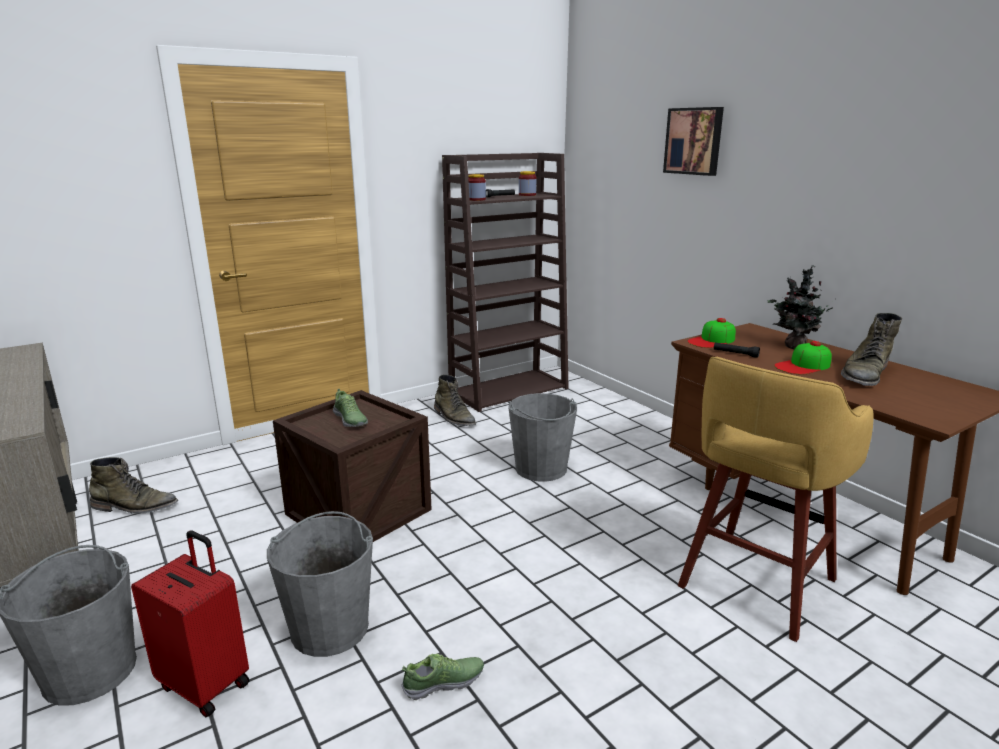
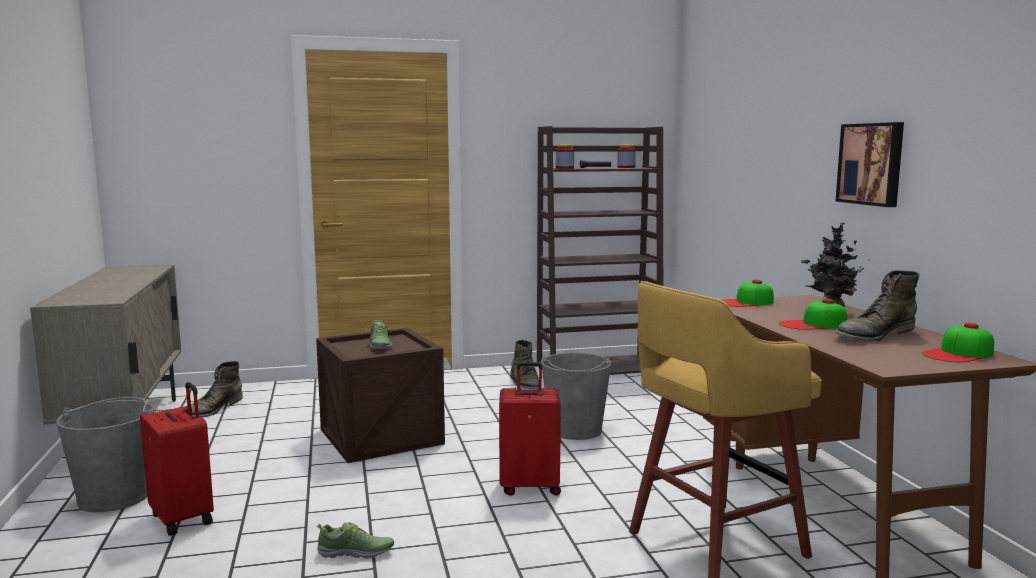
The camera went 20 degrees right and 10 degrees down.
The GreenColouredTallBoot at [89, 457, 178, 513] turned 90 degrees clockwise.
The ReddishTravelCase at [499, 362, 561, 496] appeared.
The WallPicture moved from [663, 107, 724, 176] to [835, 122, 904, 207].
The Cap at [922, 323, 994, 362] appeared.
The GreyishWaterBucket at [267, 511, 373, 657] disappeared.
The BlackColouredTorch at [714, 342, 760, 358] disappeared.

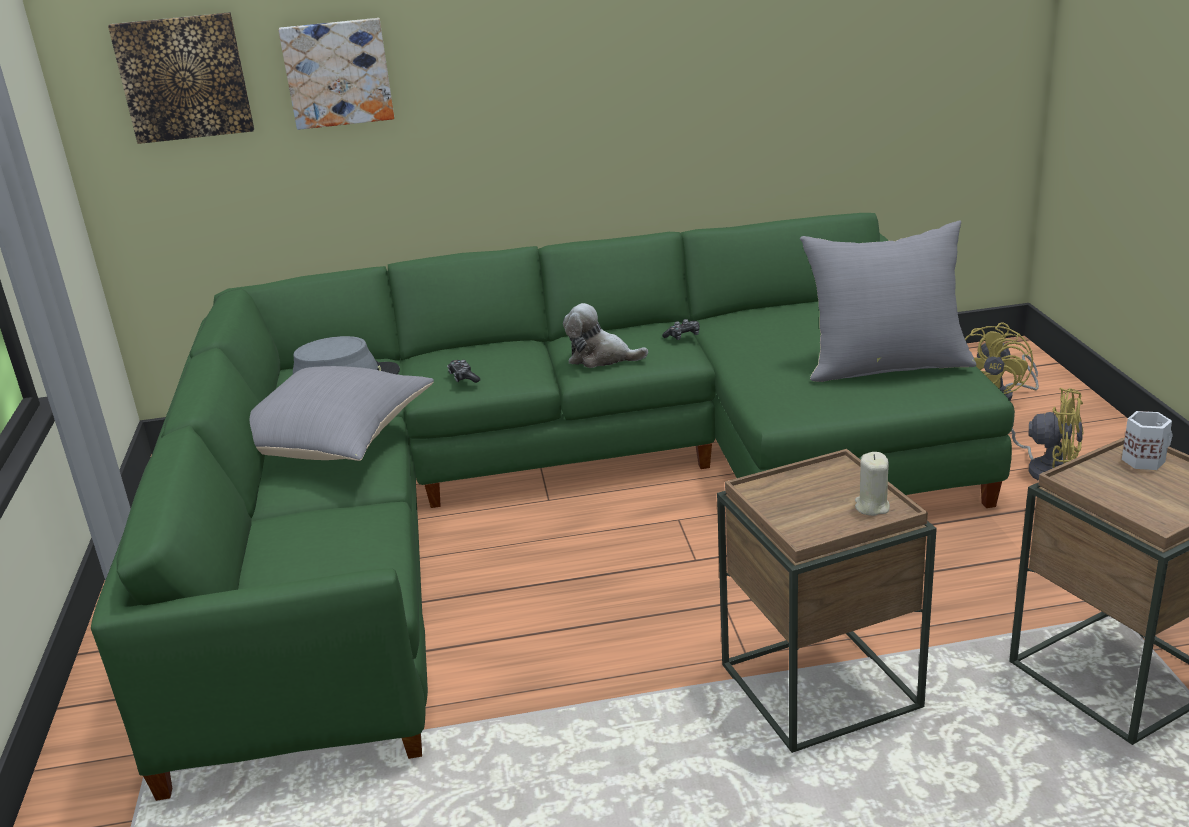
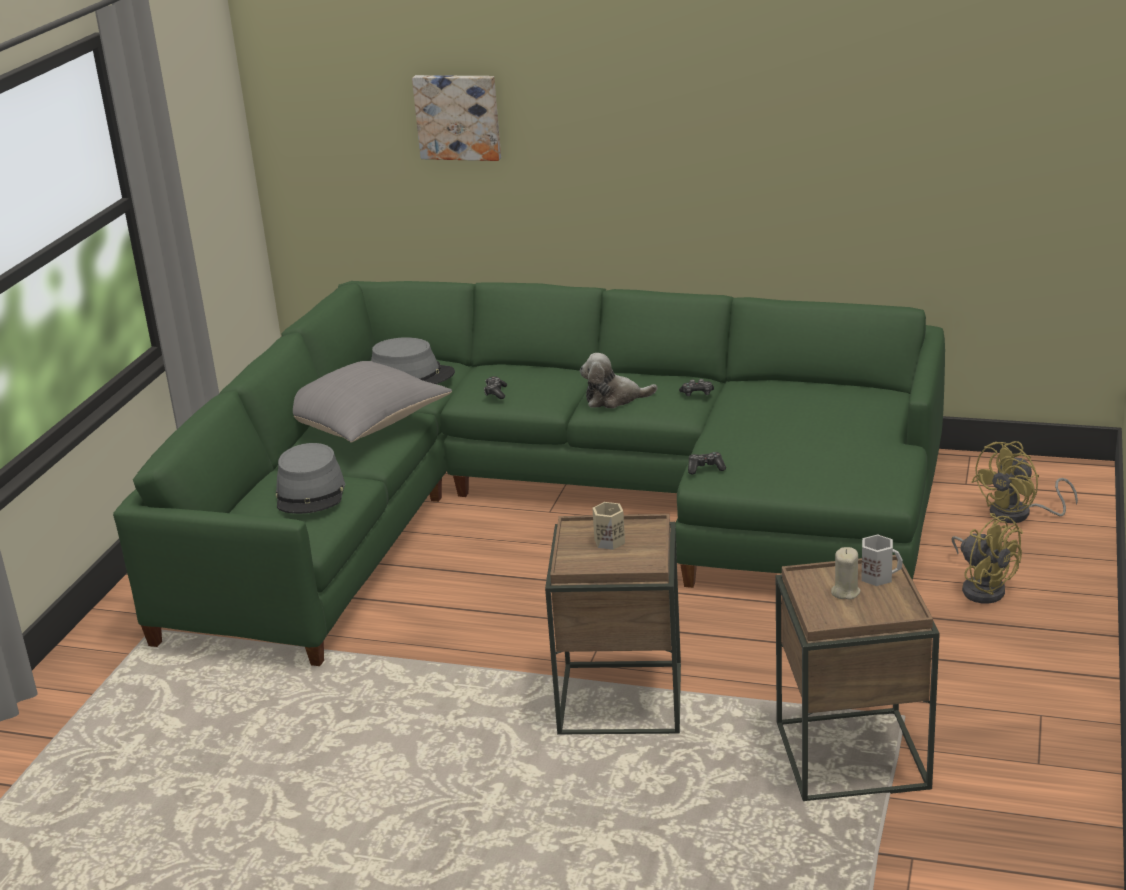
The camera went 25 degrees right and 0 degrees up.
The GreyishWearableHat at [276, 443, 345, 514] appeared.
The SoftToy at [563, 303, 648, 368] turned 45 degrees counterclockwise.
The BeigeTeaMug at [592, 502, 625, 550] appeared.
The Gamepad at [688, 452, 726, 475] appeared.
The BeigeWaxCandle moved from [855, 452, 890, 516] to [831, 547, 861, 600].
The WallPicture at [108, 12, 254, 144] disappeared.
The GreyishThrowPillow at [800, 220, 977, 382] disappeared.

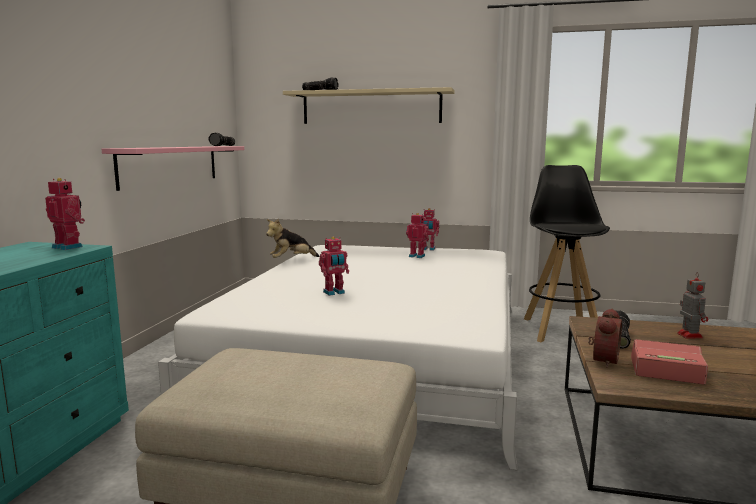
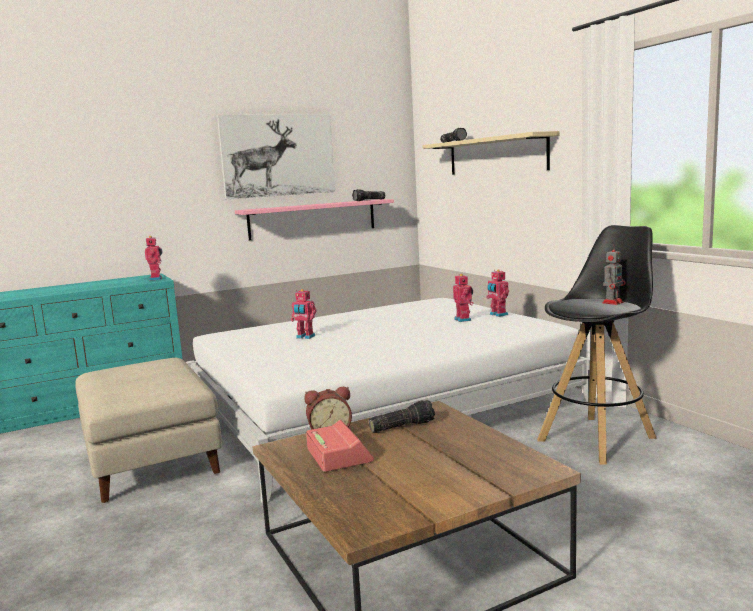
The camera went 50 degrees right and 0 degrees up.
The WallPicture at [217, 114, 335, 199] appeared.
The ToyRobot moved from [677, 272, 708, 339] to [602, 245, 625, 305].
The SoftToy at [266, 219, 319, 258] disappeared.

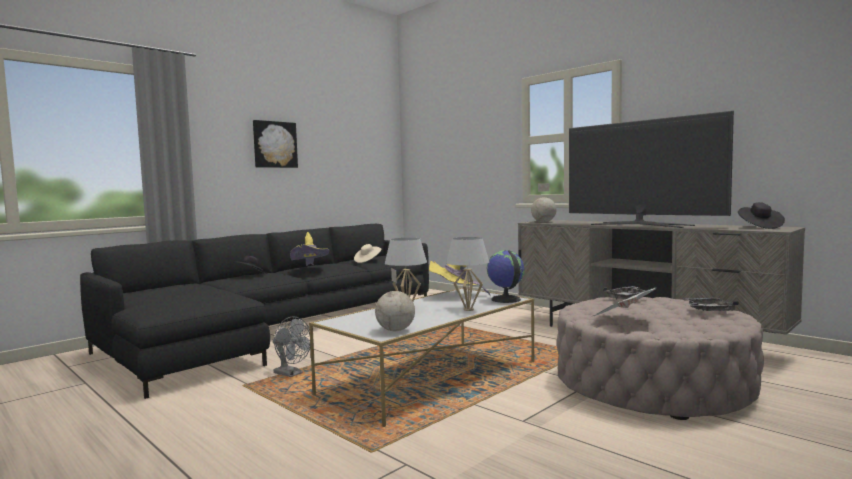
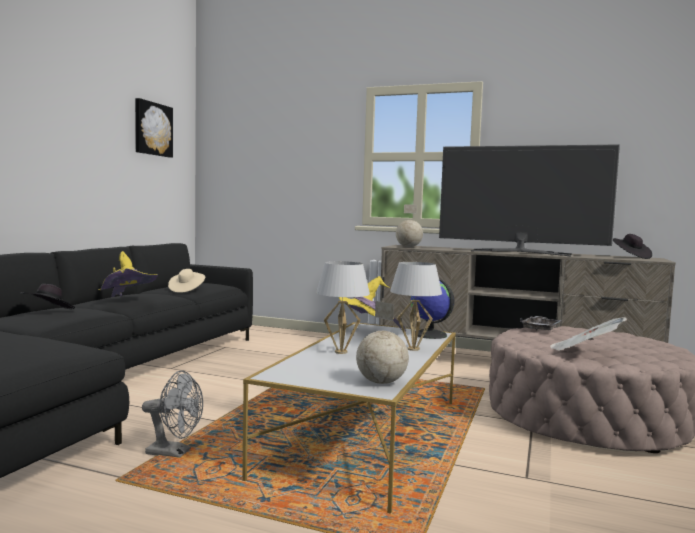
The camera went 25 degrees left and 0 degrees up.
The WallPicture moved from [253, 120, 298, 168] to [135, 98, 173, 158].
The GreyishCarryingTray at [684, 298, 739, 311] disappeared.

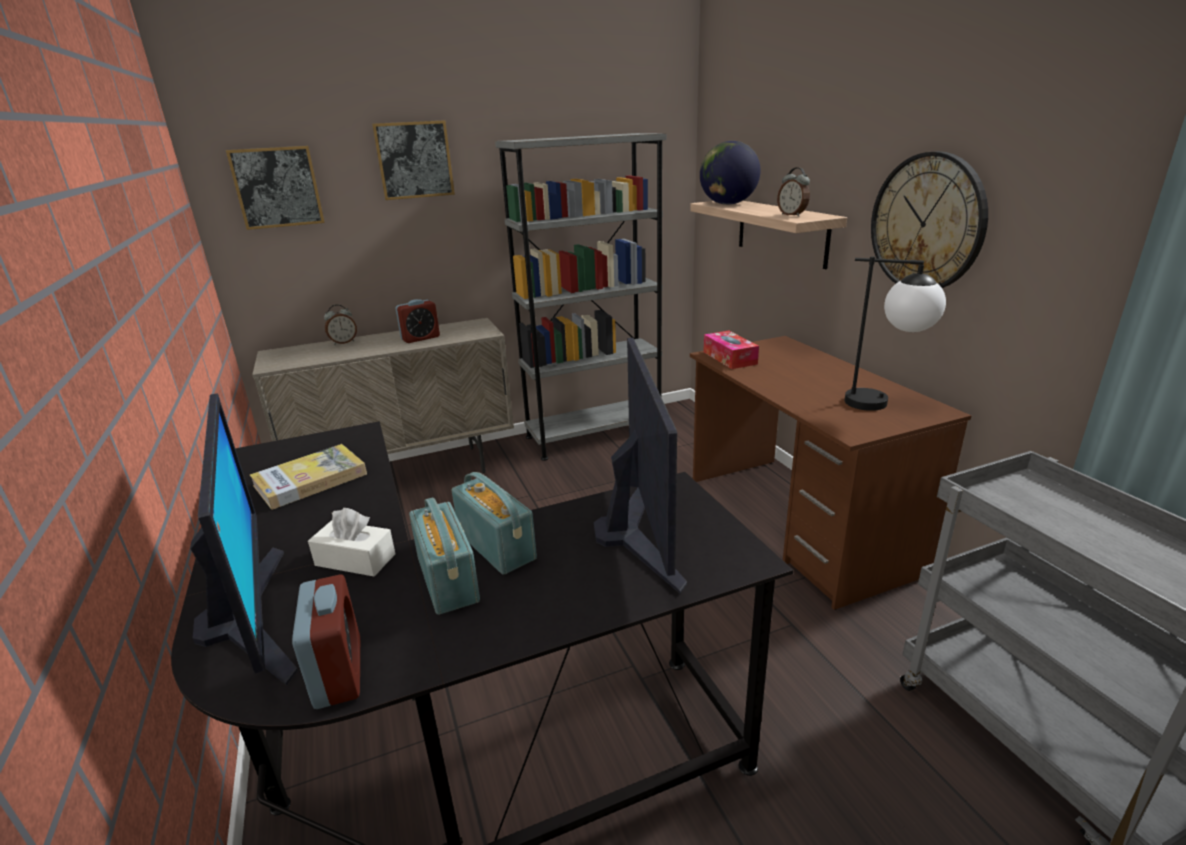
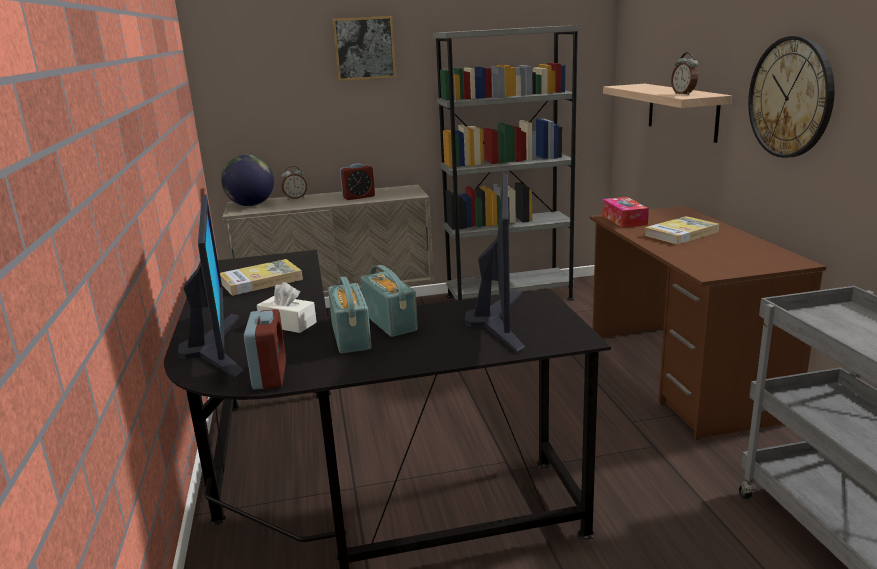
The camera went 10 degrees right and 5 degrees down.
The Globe moved from [700, 141, 761, 205] to [221, 155, 274, 206].
The Volume at [644, 216, 719, 245] appeared.
The WallPicture at [226, 146, 325, 230] disappeared.
The TableLamp at [844, 256, 946, 411] disappeared.

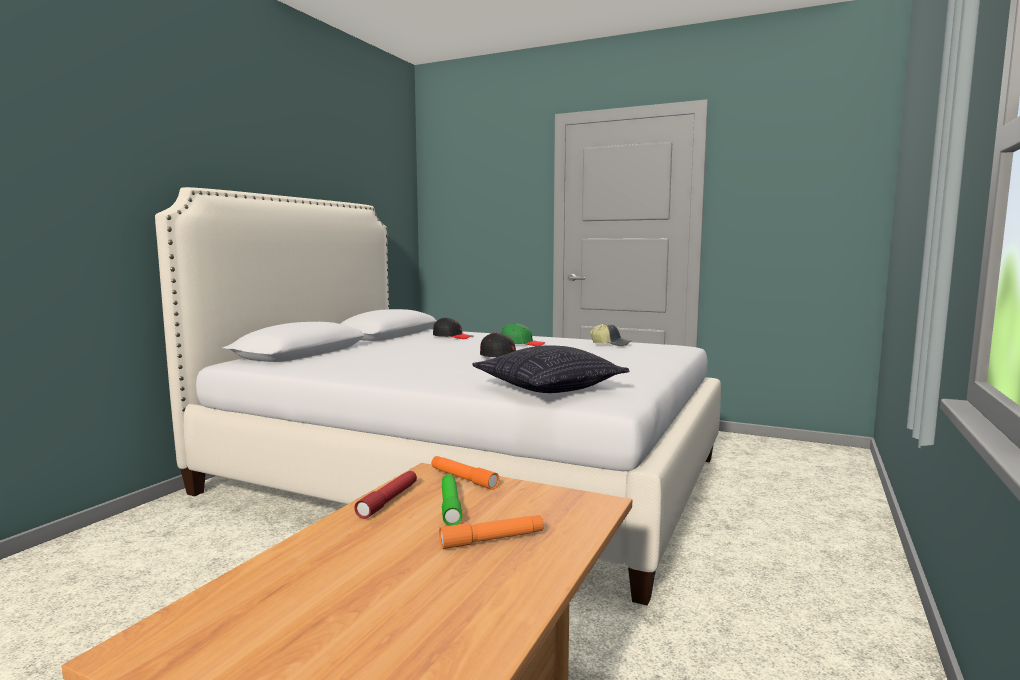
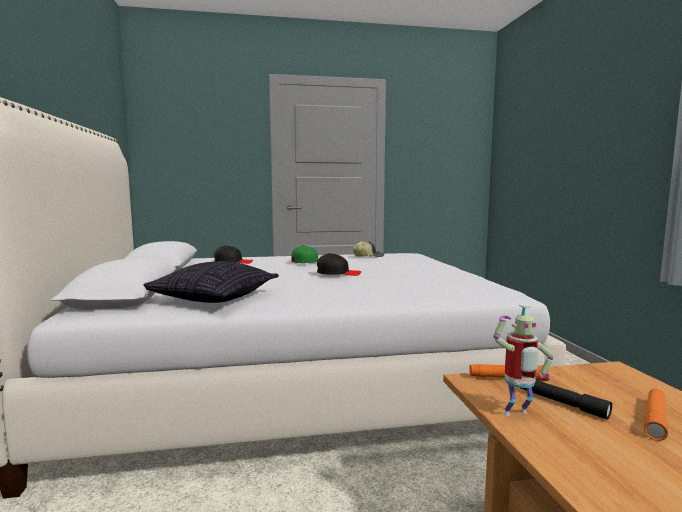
The camera went 35 degrees left and 0 degrees up.
The ThrowPillow moved from [472, 345, 629, 393] to [144, 261, 279, 303].
The ReddishTorch at [354, 471, 417, 519] was replaced by the ToyRobot at [493, 305, 554, 416].
The GreenColouredTorch at [442, 474, 462, 526] became the BlackColouredTorch at [521, 380, 612, 420].

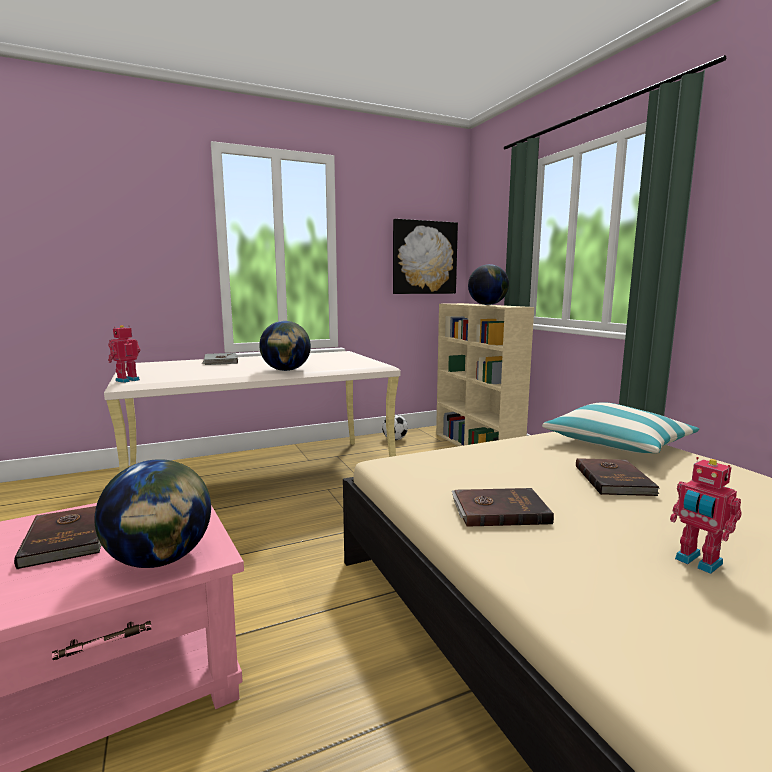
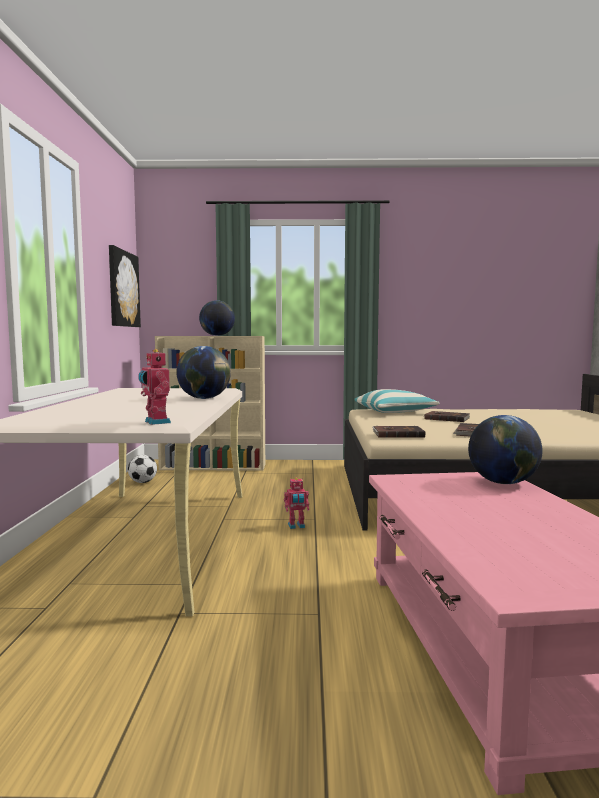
The camera went 65 degrees left and 5 degrees down.
The ToyRobot moved from [670, 457, 742, 574] to [284, 478, 309, 529].
The BrownColouredVolume moved from [14, 506, 101, 569] to [373, 426, 425, 438].
The GreyishVolume at [202, 353, 238, 365] disappeared.

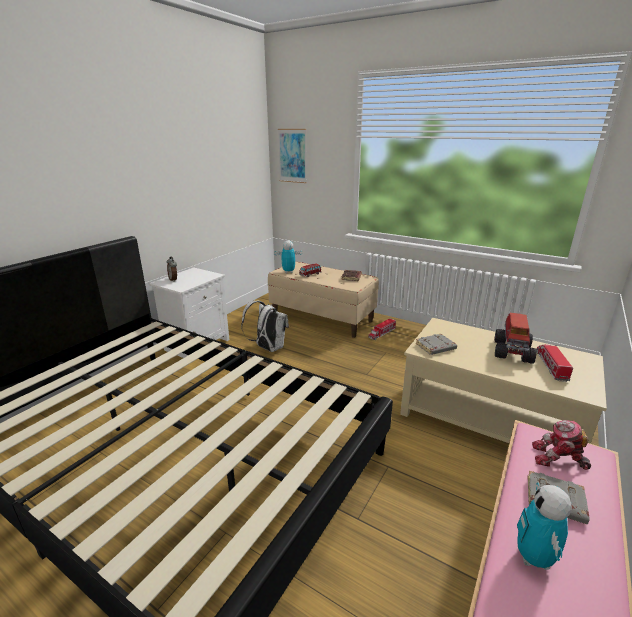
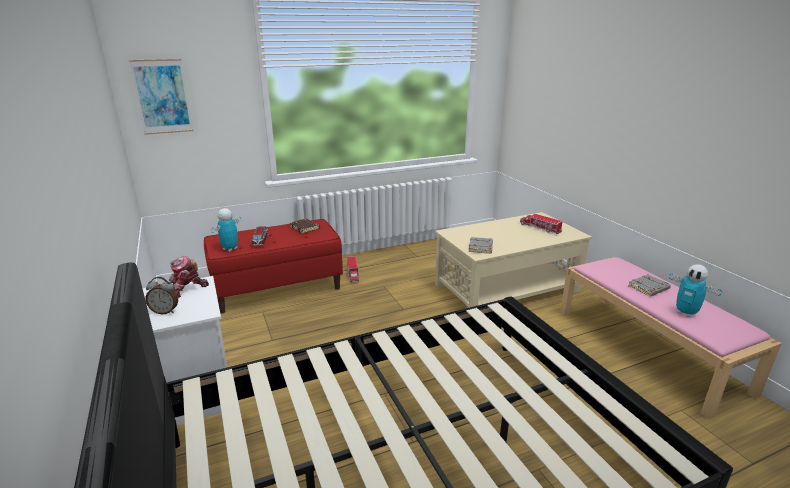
The camera went 55 degrees left and 0 degrees up.
The ToyRobot moved from [532, 420, 591, 470] to [169, 256, 209, 298].
The BeigeBench at [268, 261, 379, 338] became the ReddishBench at [204, 219, 343, 314].
The WhiteKnapsack at [241, 301, 289, 352] disappeared.
The ModelTruck at [494, 313, 537, 364] disappeared.

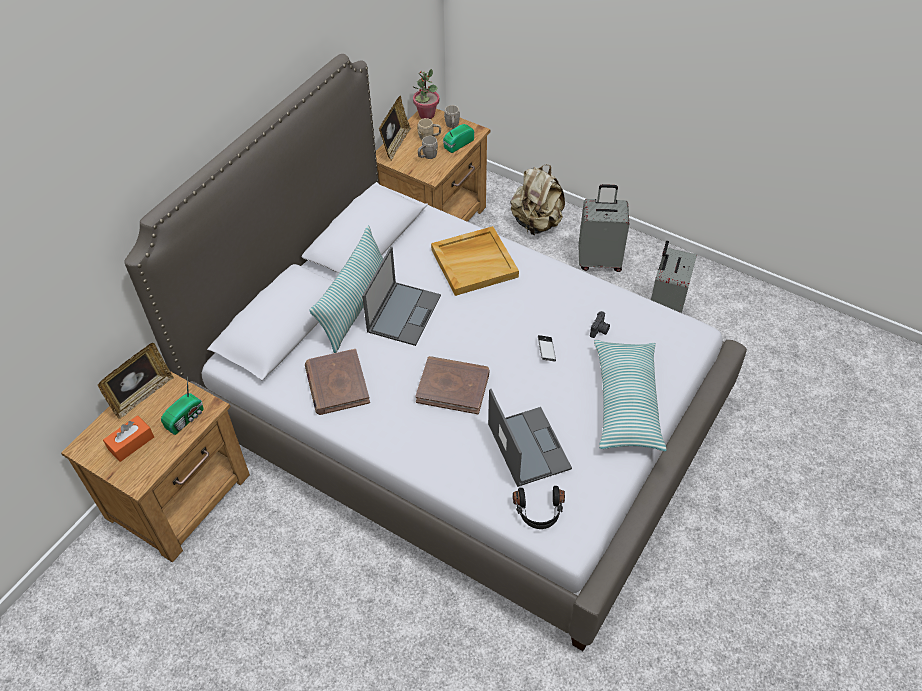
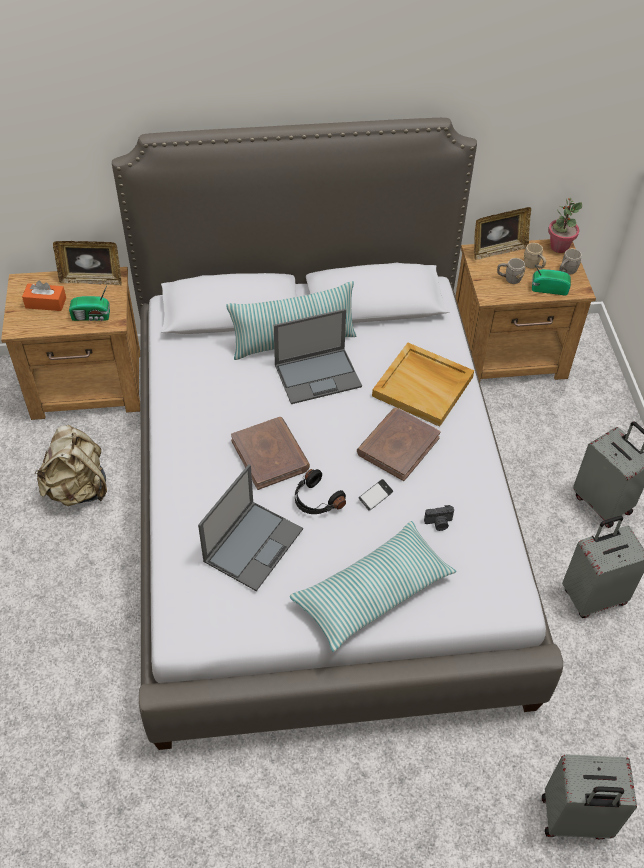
The camera went 50 degrees right and 0 degrees up.
The BeigeKnapsack moved from [510, 164, 565, 235] to [35, 425, 107, 506].
The BlackColouredHeadphones moved from [513, 486, 565, 529] to [295, 469, 346, 514].
The BrownColouredVolume moved from [305, 349, 370, 415] to [357, 408, 441, 481].
The GreyishTravelCase at [542, 755, 637, 839] appeared.

